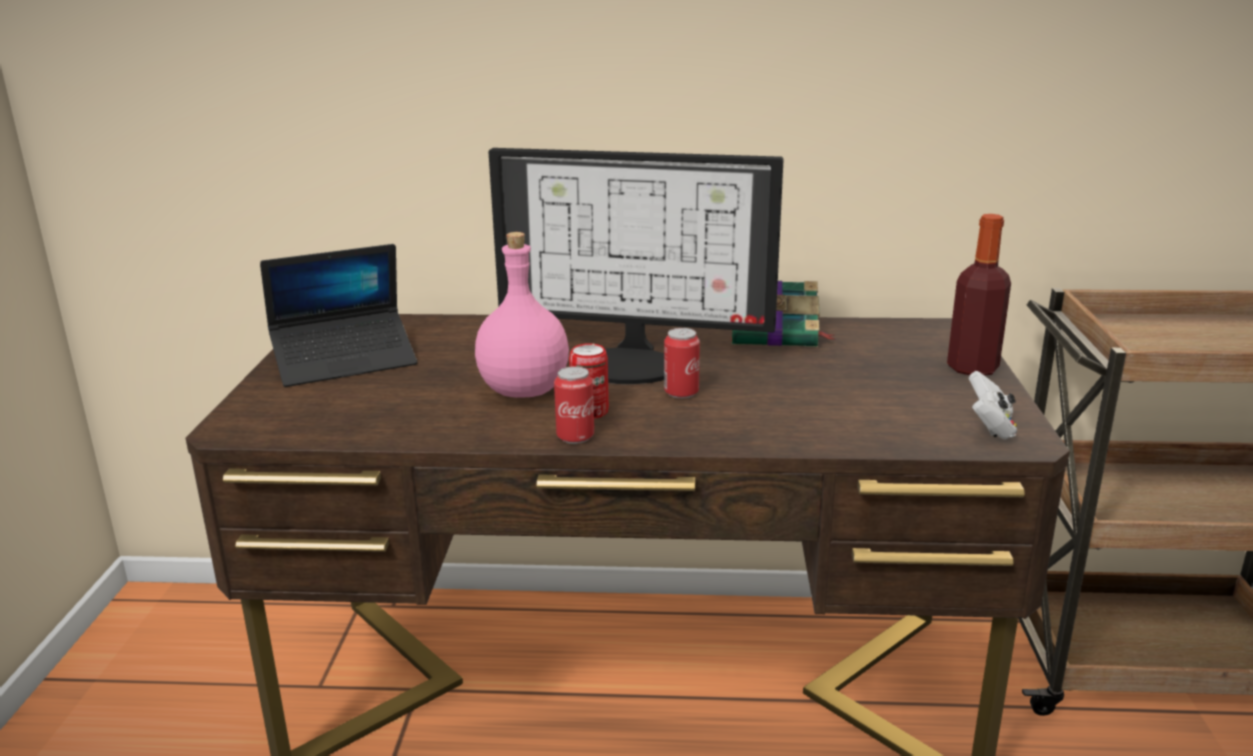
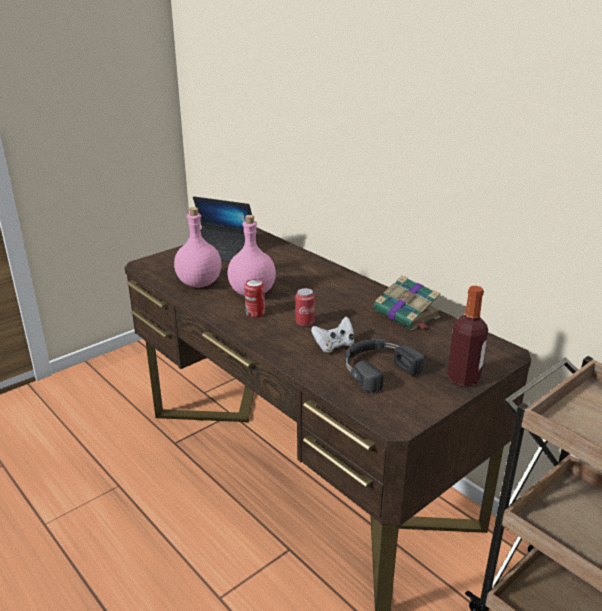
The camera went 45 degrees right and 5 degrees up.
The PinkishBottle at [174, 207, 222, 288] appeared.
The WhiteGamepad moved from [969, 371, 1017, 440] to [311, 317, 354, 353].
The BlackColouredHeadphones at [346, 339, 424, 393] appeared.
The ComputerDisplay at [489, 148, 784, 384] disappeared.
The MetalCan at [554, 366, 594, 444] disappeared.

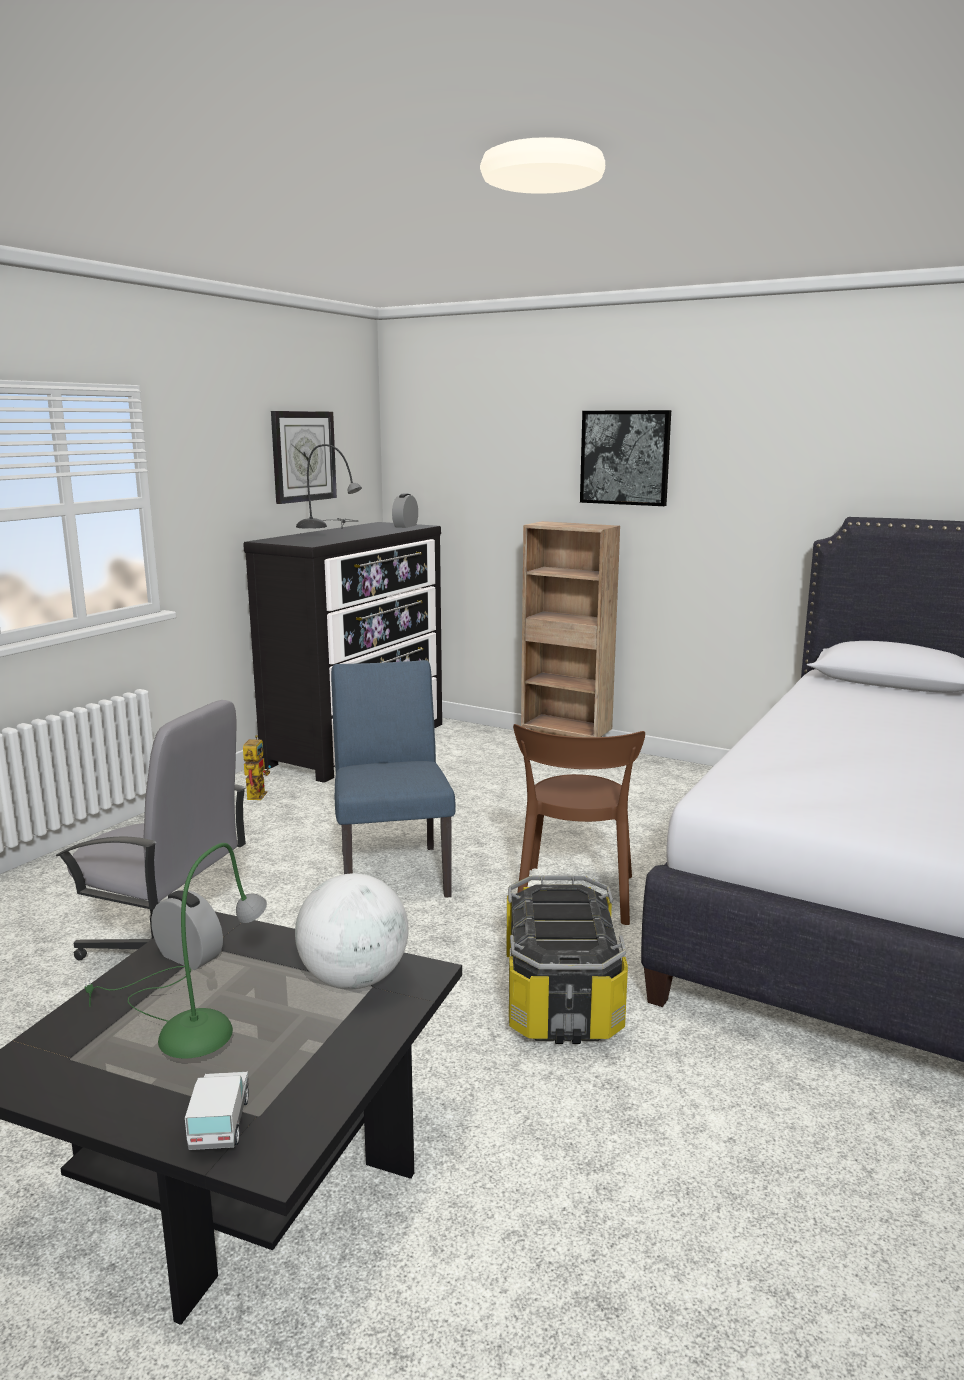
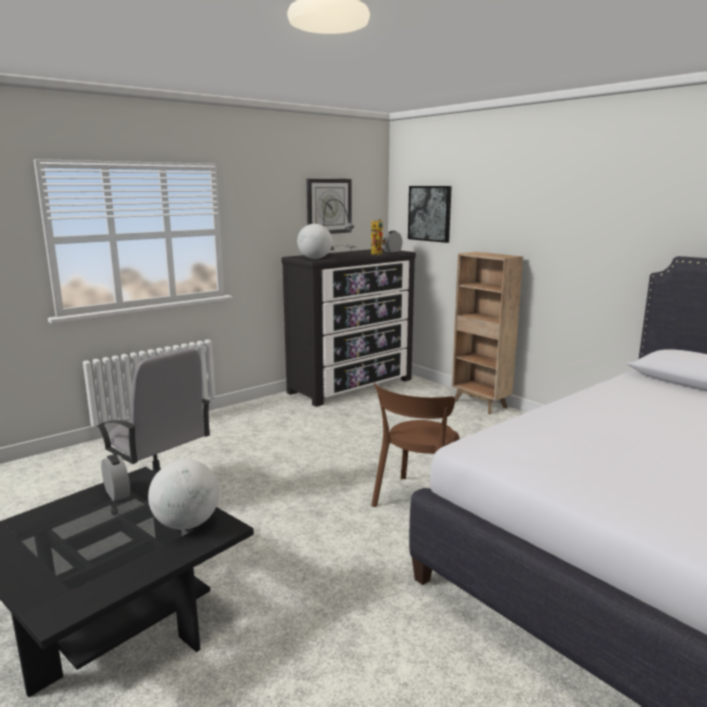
The camera went 20 degrees right and 0 degrees up.
The Globe at [297, 224, 332, 259] appeared.
The ToyRobot moved from [243, 735, 271, 800] to [371, 218, 386, 255].
The WallPicture moved from [580, 410, 671, 506] to [408, 186, 452, 243].
The GreenColouredTableLamp at [84, 843, 267, 1059] disappeared.
The ModelTruck at [185, 1072, 249, 1150] disappeared.
The BlueColouredUprightChair at [331, 660, 456, 898] disappeared.
The StorageBin at [506, 876, 628, 1044] disappeared.

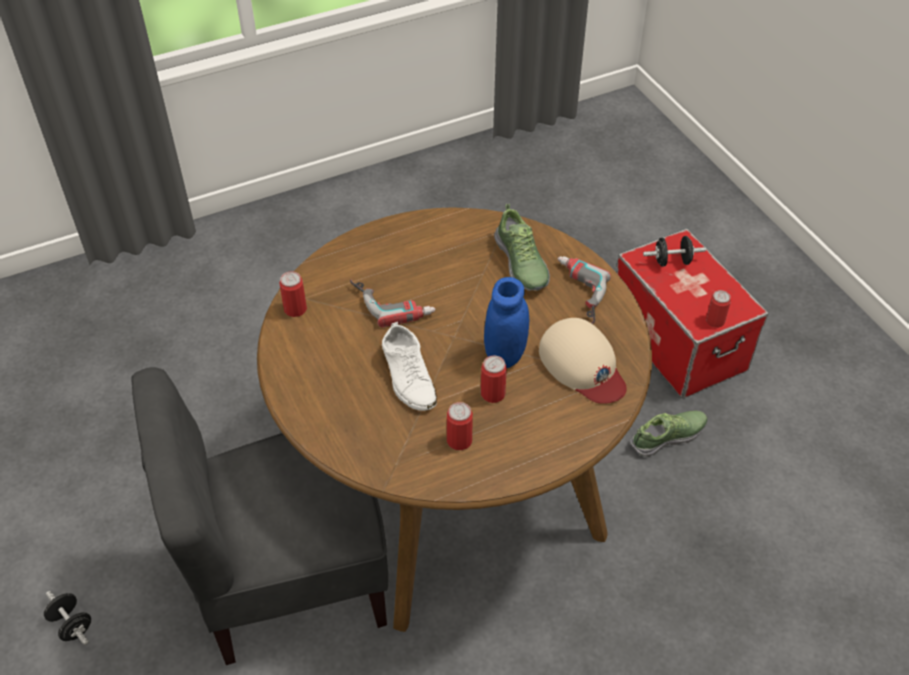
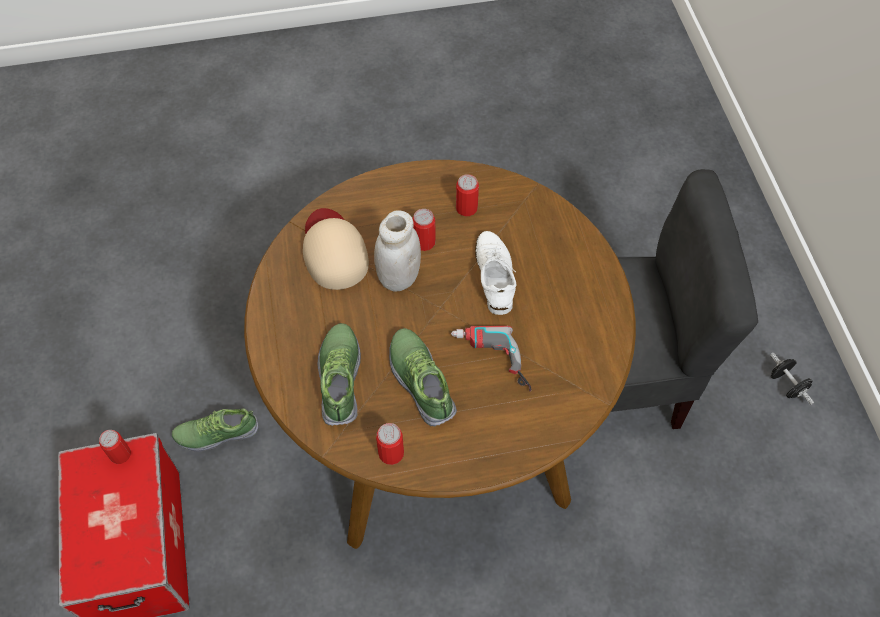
The camera went 165 degrees left and 10 degrees up.
The BlueColouredStorageJar at [484, 277, 529, 368] became the WhiteStorageJar at [374, 211, 421, 292].
The MetalCan moved from [279, 271, 307, 317] to [376, 423, 404, 465].
The Shoe at [389, 328, 457, 427] appeared.
The ElectricDrill at [557, 256, 611, 324] disappeared.
The BlackColouredFreeWeight at [643, 236, 706, 267] disappeared.

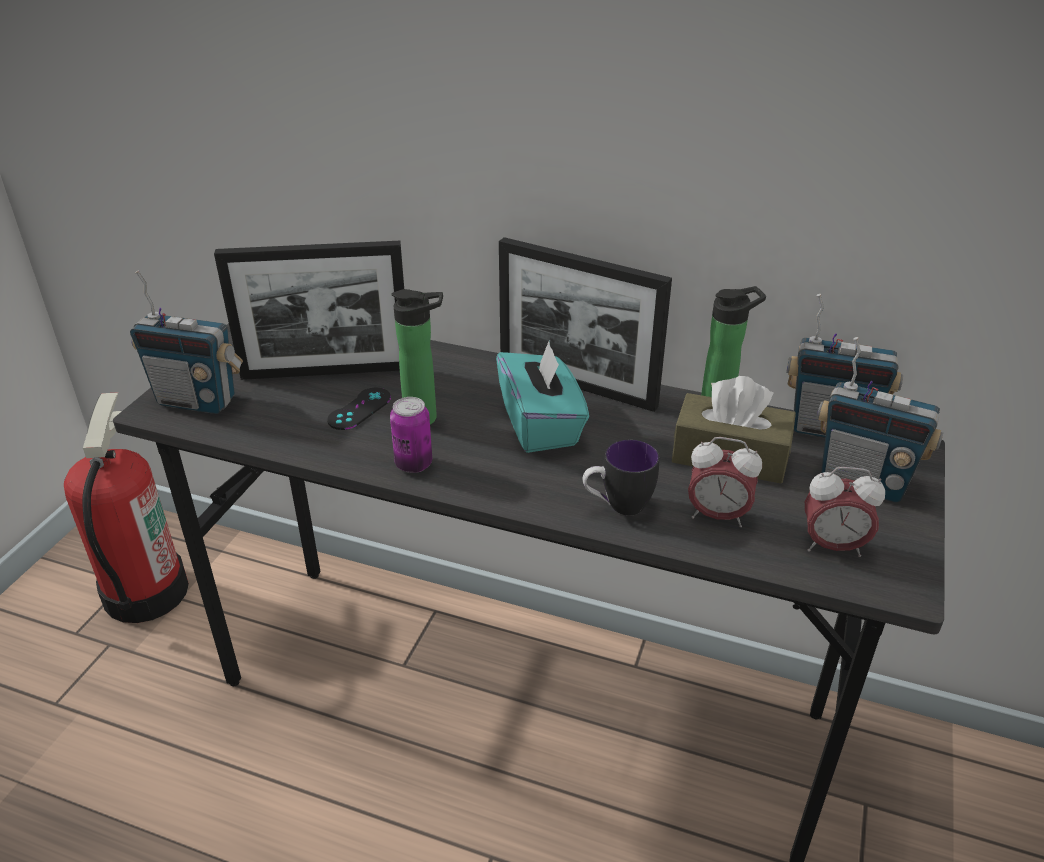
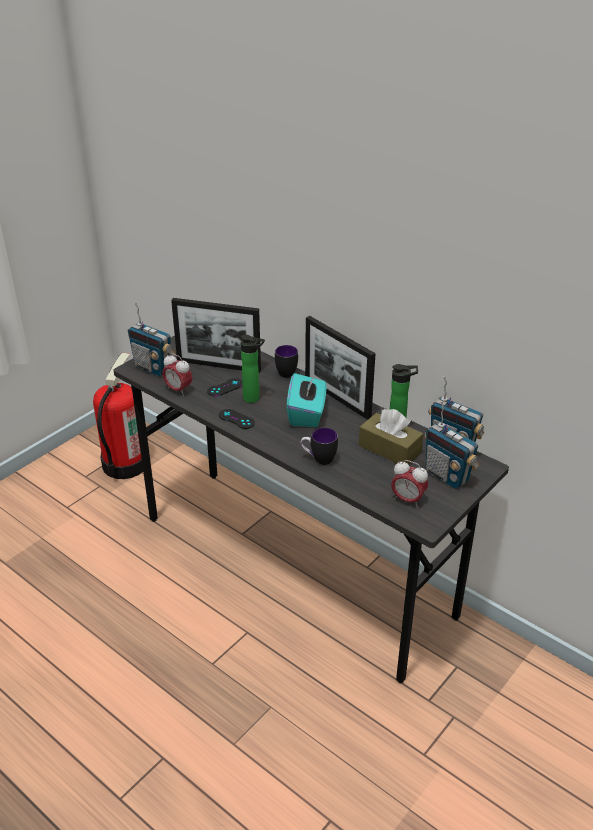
The camera went 20 degrees right and 0 degrees up.
The AlarmClock moved from [688, 437, 762, 527] to [162, 353, 192, 396].
The MetalCan at [390, 397, 432, 473] was replaced by the BlackColouredGamepad at [219, 409, 255, 429].
The TeaMug at [275, 345, 298, 378] appeared.

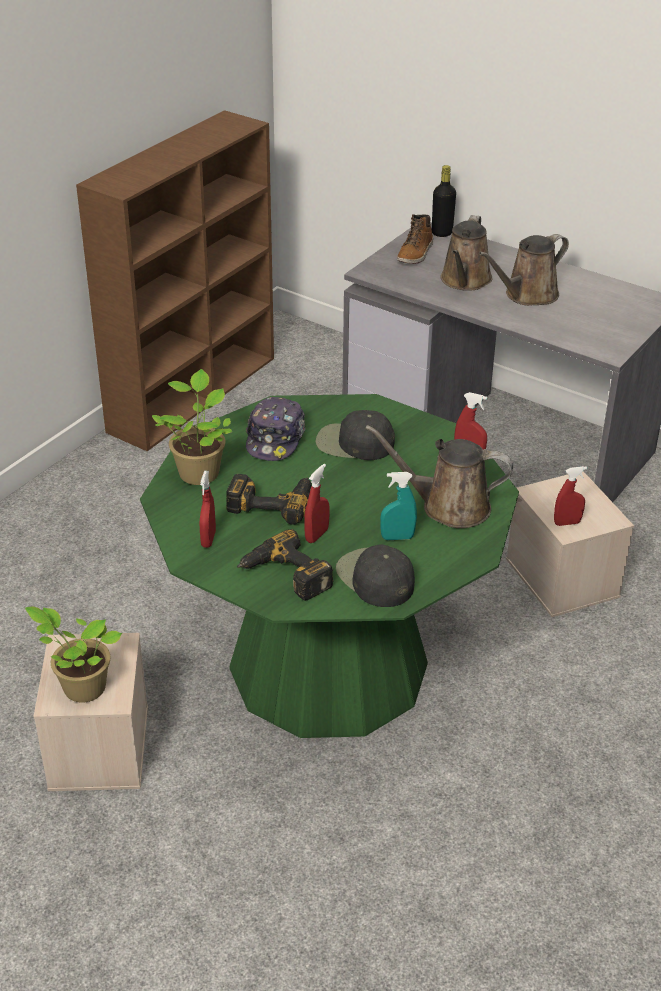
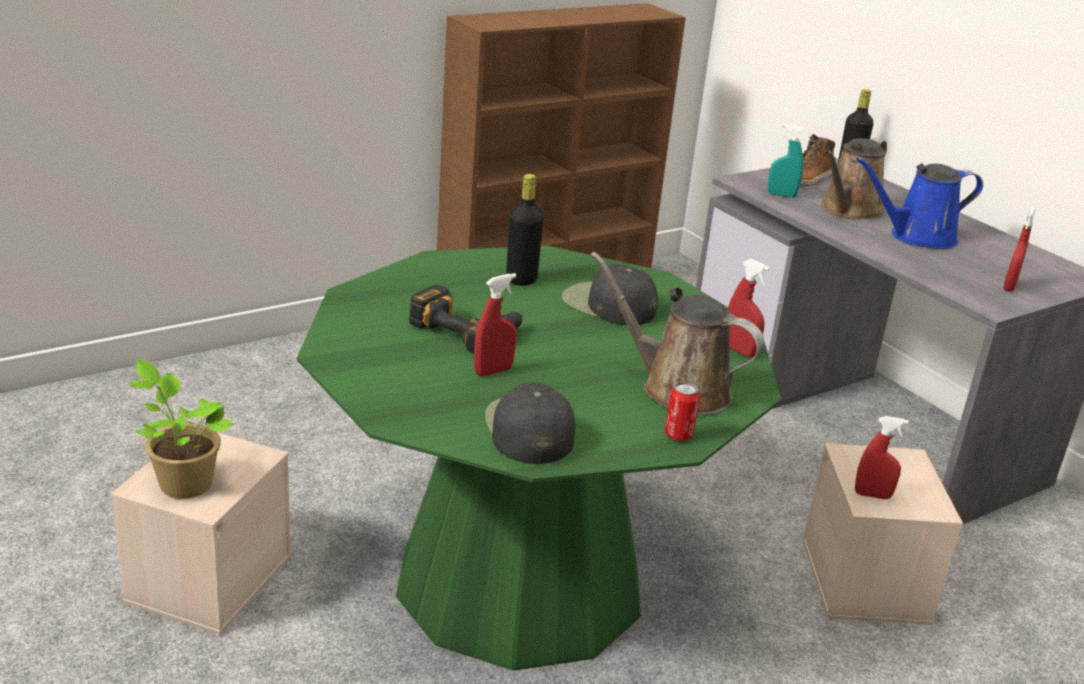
The camera went 20 degrees right and 10 degrees down.
The Cap at [246, 397, 306, 461] was replaced by the BlackColouredBottle at [506, 174, 544, 286].
The MetalCan at [665, 382, 700, 441] appeared.
The TurquoiseColouredHandSprayer moved from [380, 472, 417, 540] to [768, 124, 804, 198].
The BrownColouredWateringCan at [479, 234, 569, 306] became the BlueColouredWateringCan at [856, 157, 983, 249].
The ReddishHandSprayer moved from [200, 471, 216, 548] to [1003, 207, 1035, 291].
The PottedPlant at [152, 369, 232, 485] disappeared.
The ElectricDrill at [237, 529, 334, 601] disappeared.

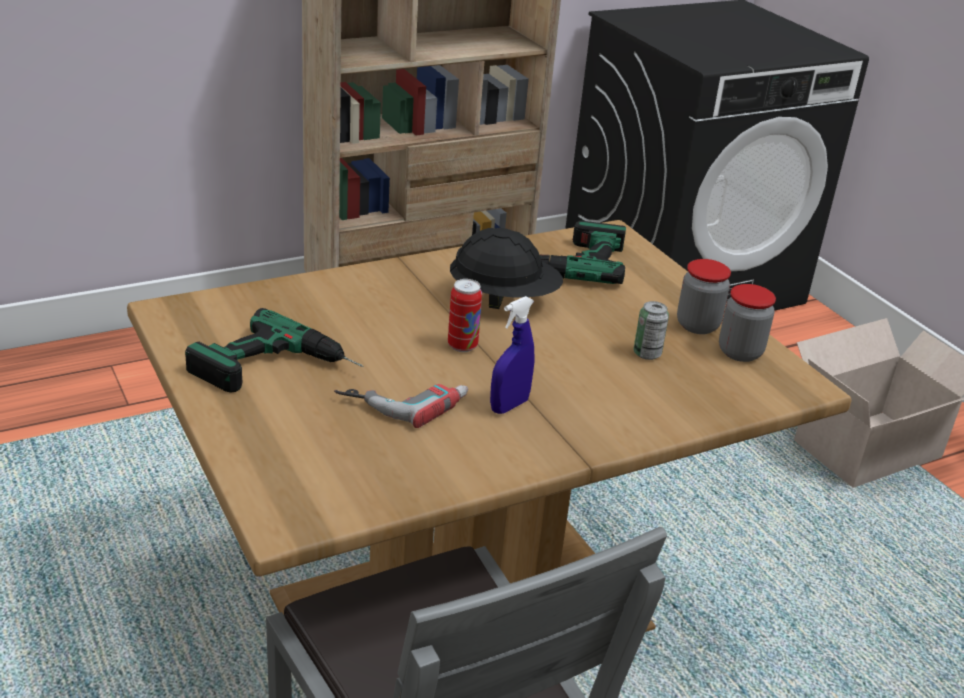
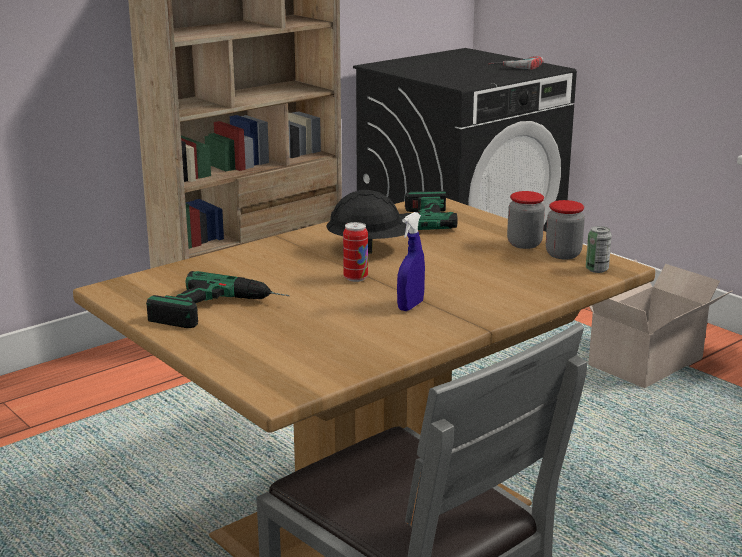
The camera went 10 degrees left and 10 degrees down.
The ElectricDrill moved from [334, 384, 468, 428] to [488, 56, 544, 70].
The MetalCan moved from [633, 301, 669, 360] to [586, 226, 612, 273].

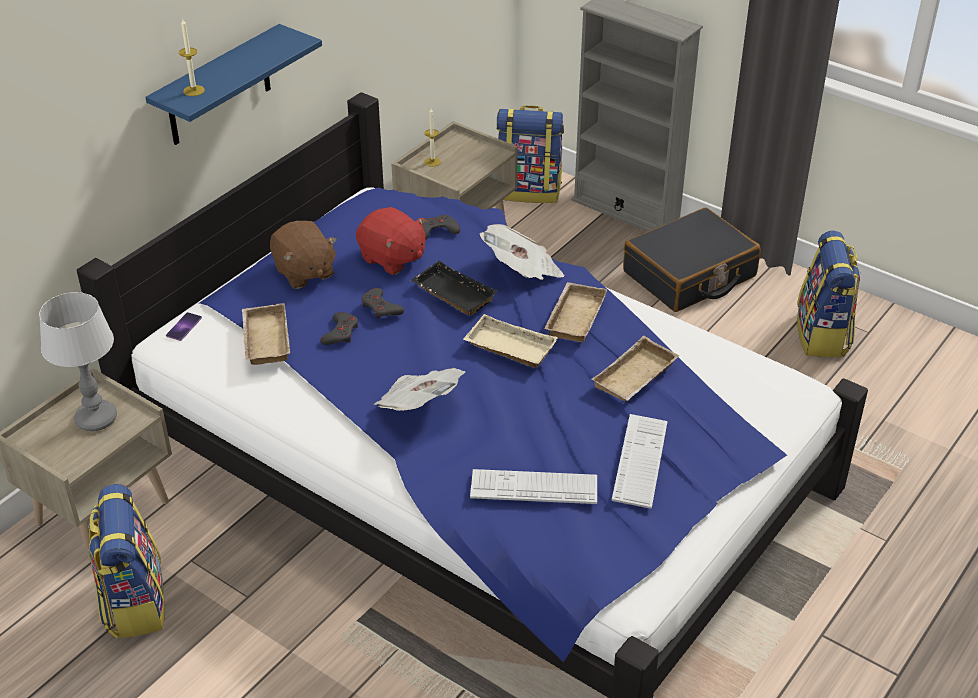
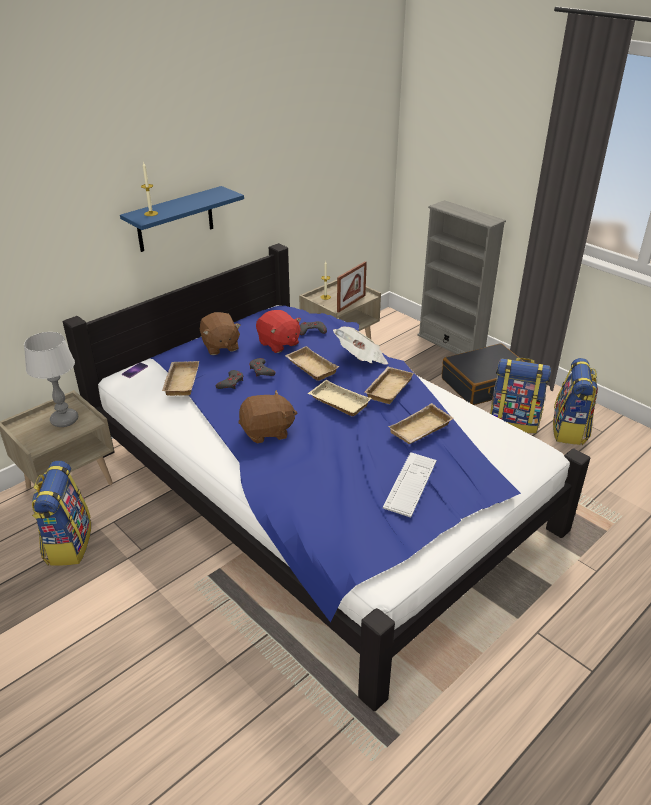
The camera went 10 degrees right and 5 degrees down.
The DailyPaper at [374, 368, 465, 411] was replaced by the BrownColouredSoftToy at [238, 390, 298, 443].
The BlackColouredCarryingTray at [411, 261, 498, 316] became the BeigeCarryingTray at [285, 346, 339, 381].
The StandingFrame at [337, 261, 367, 313] appeared.
The Knapsack moved from [497, 105, 564, 203] to [490, 358, 551, 433].
The PcKeyboard at [470, 469, 597, 504] disappeared.

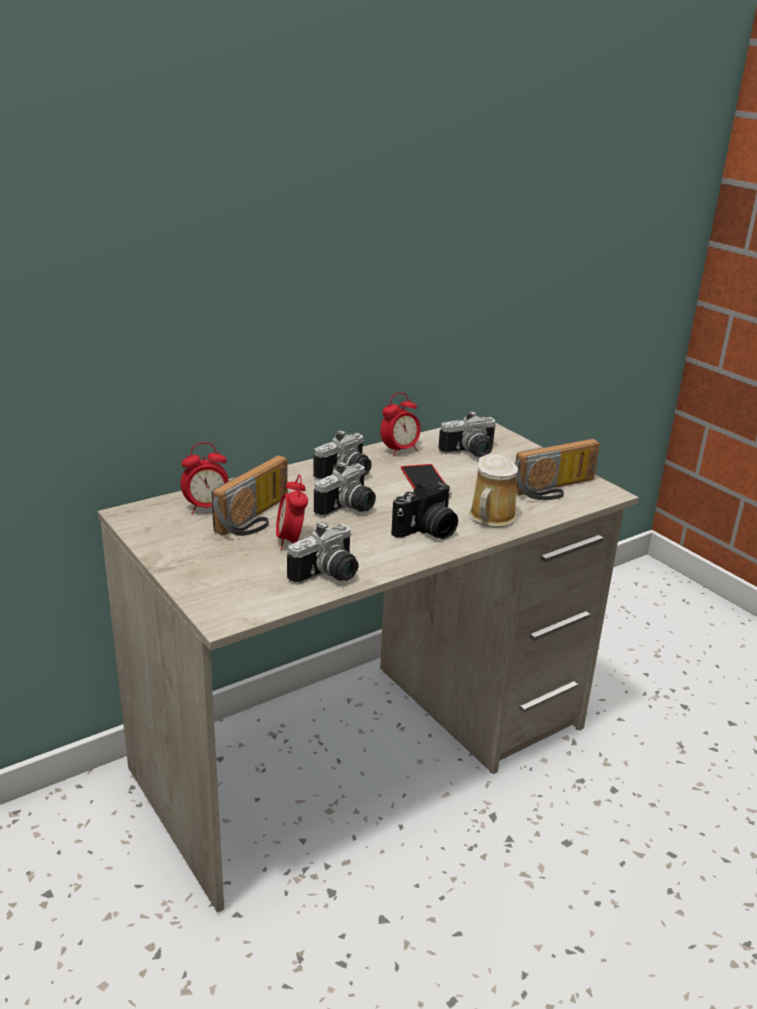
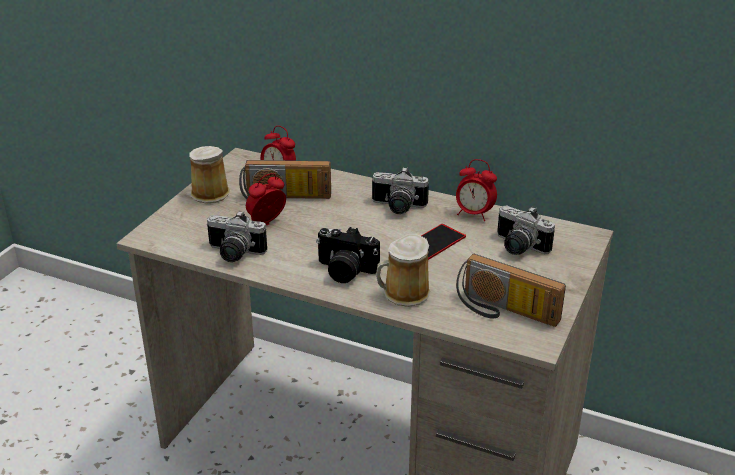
The camera went 60 degrees right and 5 degrees up.
The TeaMug at [189, 146, 230, 203] appeared.
The StillCamera at [314, 461, 376, 517] disappeared.

